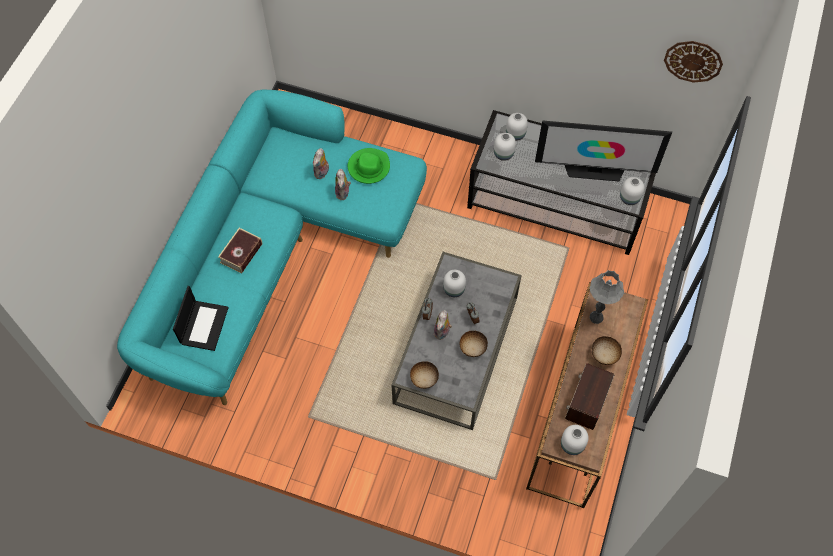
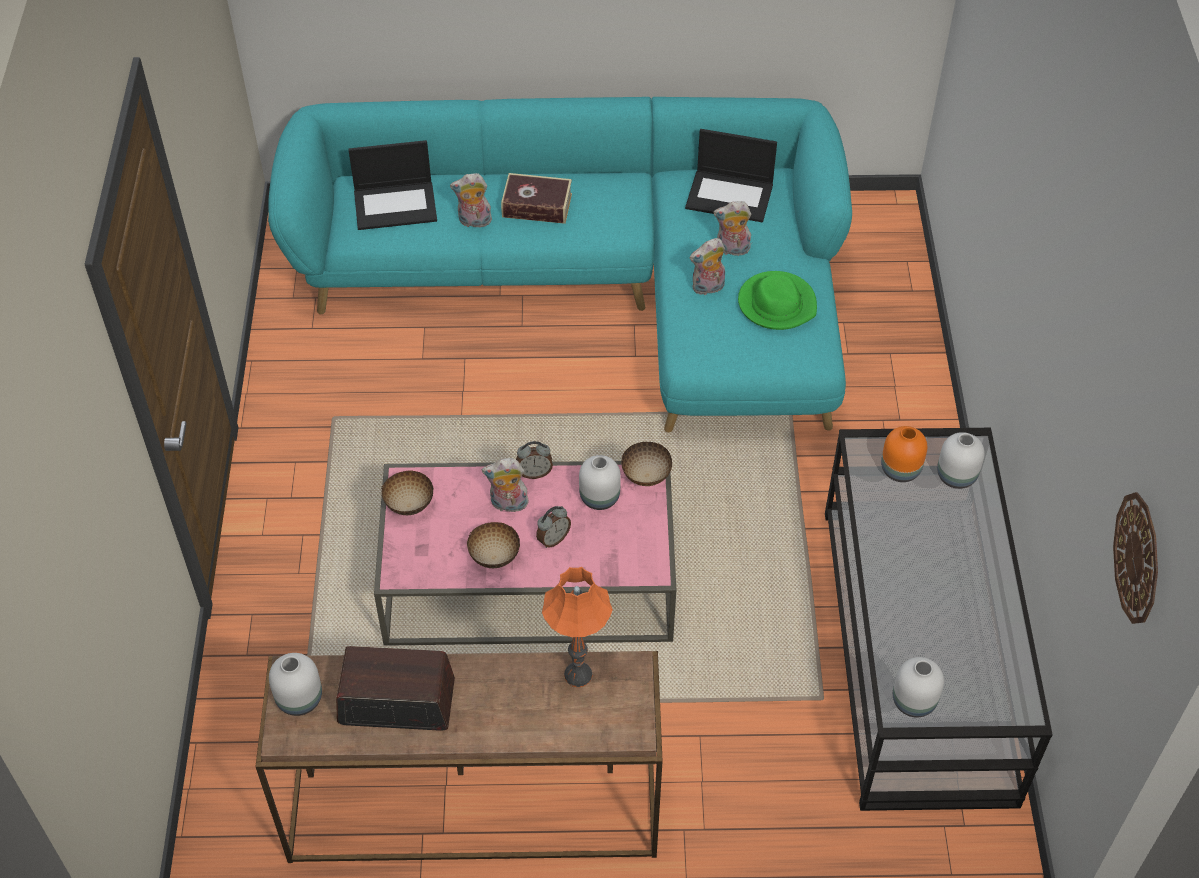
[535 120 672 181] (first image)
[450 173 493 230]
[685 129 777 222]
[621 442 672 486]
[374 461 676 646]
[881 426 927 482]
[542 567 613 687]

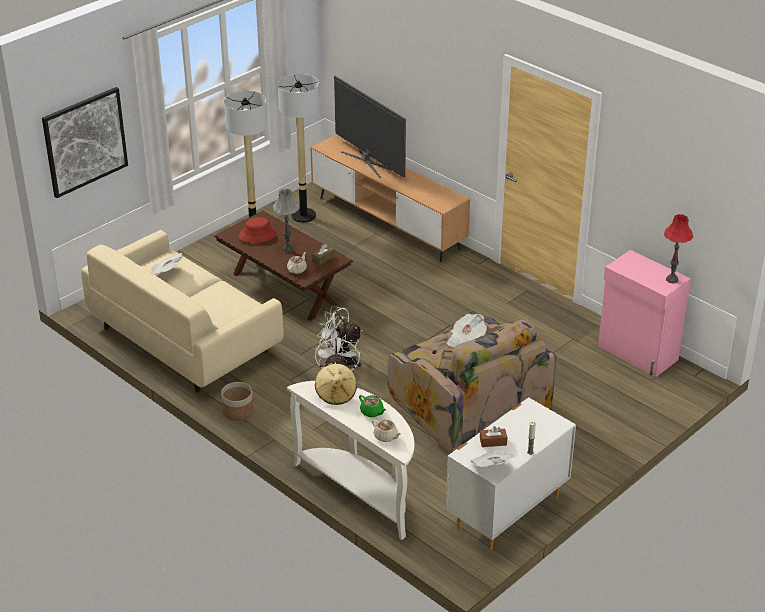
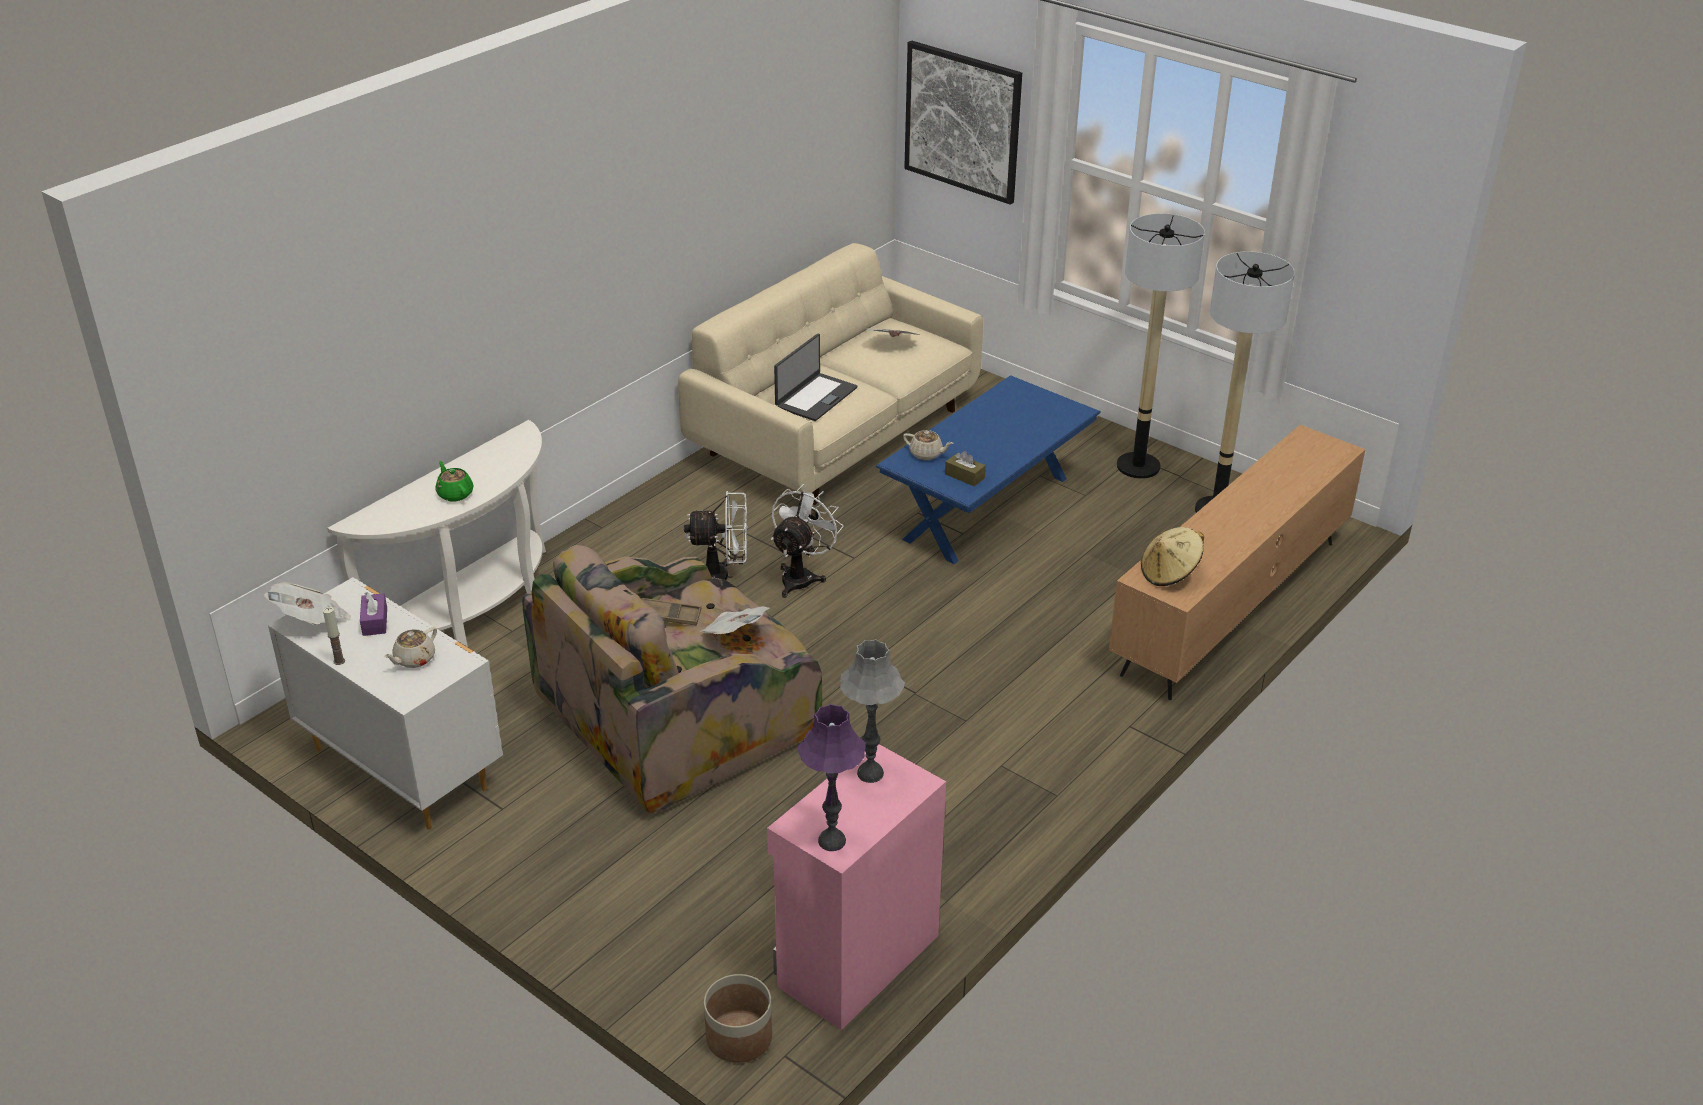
[238 217 277 243] (first image)
[334 75 406 178] (first image)
[774 334 857 421]
[704 974 772 1063]
[840 639 905 783]
[1141 527 1204 586]
[384 627 437 668]
[876 375 1101 564]
[360 592 387 636]
[797 704 865 851]
[435 461 474 501]

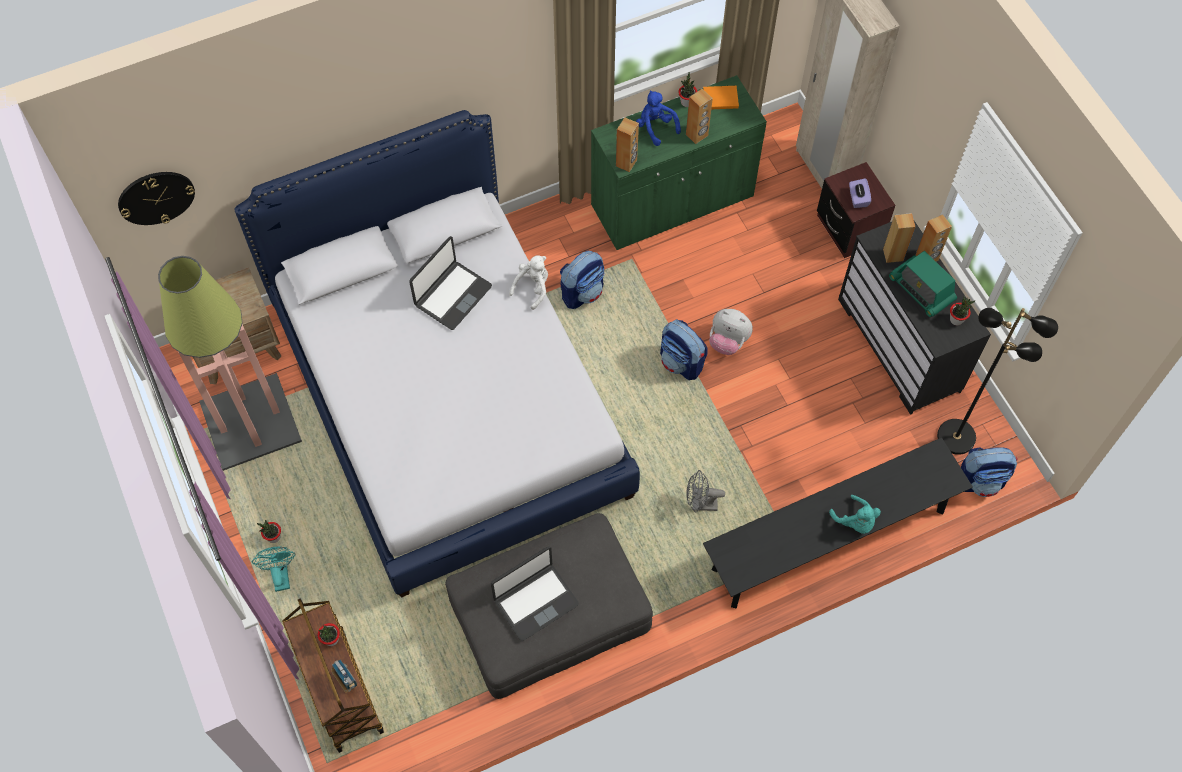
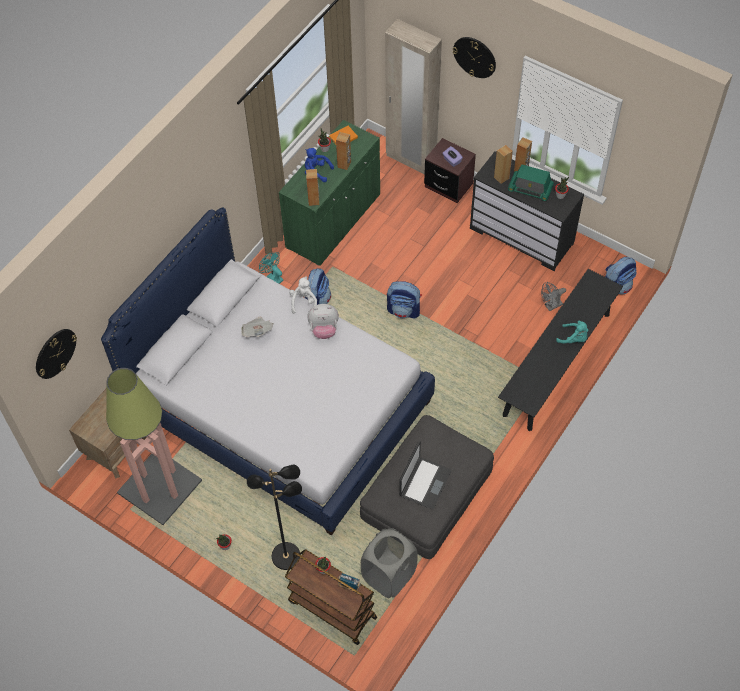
[361 528 418 598]
[453 37 496 78]
[259 252 284 284]
[541 282 566 311]
[307 304 339 339]
[247 465 302 570]
[241 317 273 337]

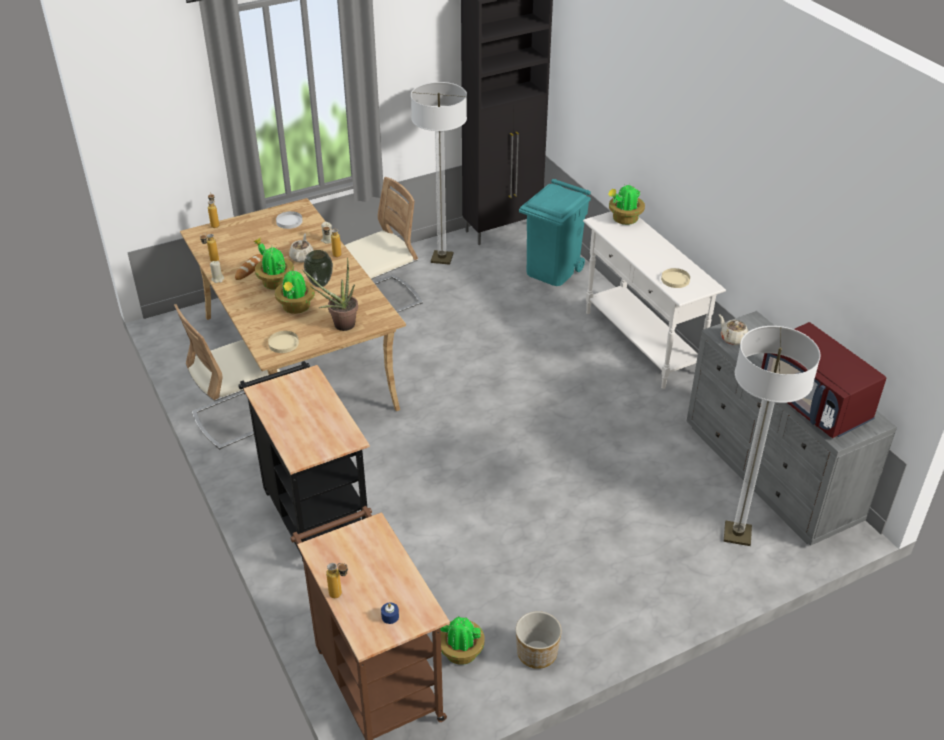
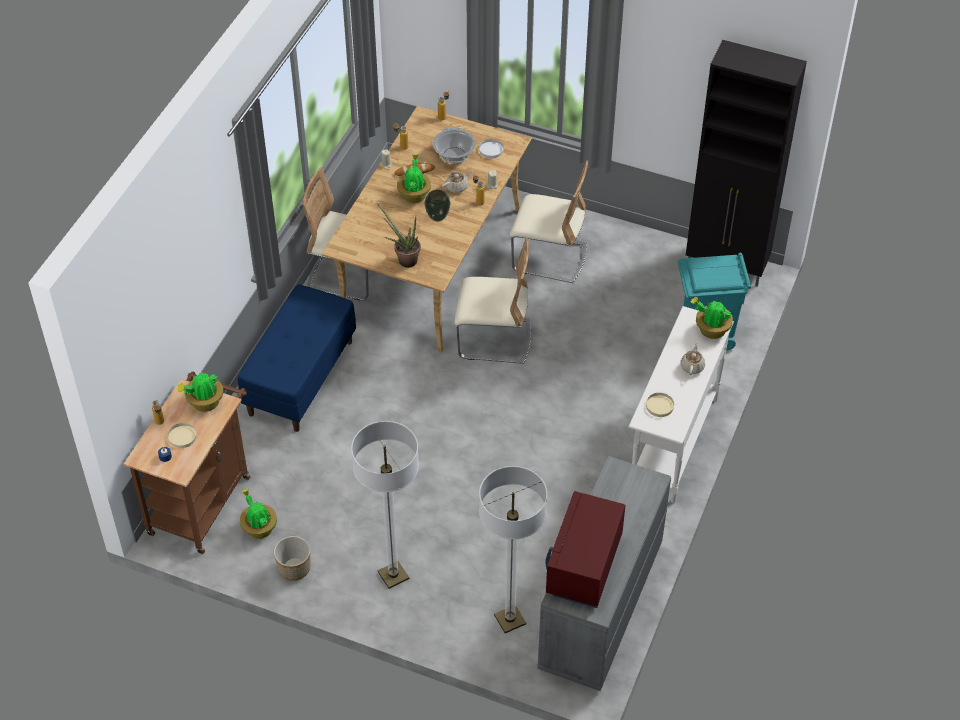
[433 128 476 163]
[454 238 531 364]
[168 423 197 448]
[177 373 223 412]
[351 421 419 589]
[680 342 705 375]
[238 284 356 432]

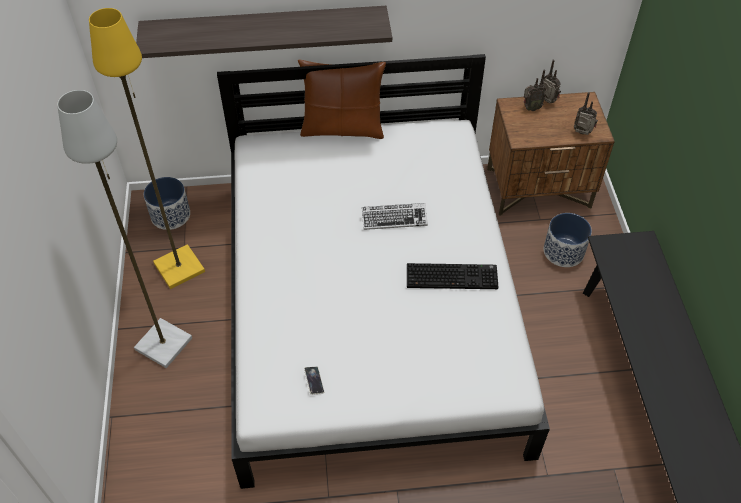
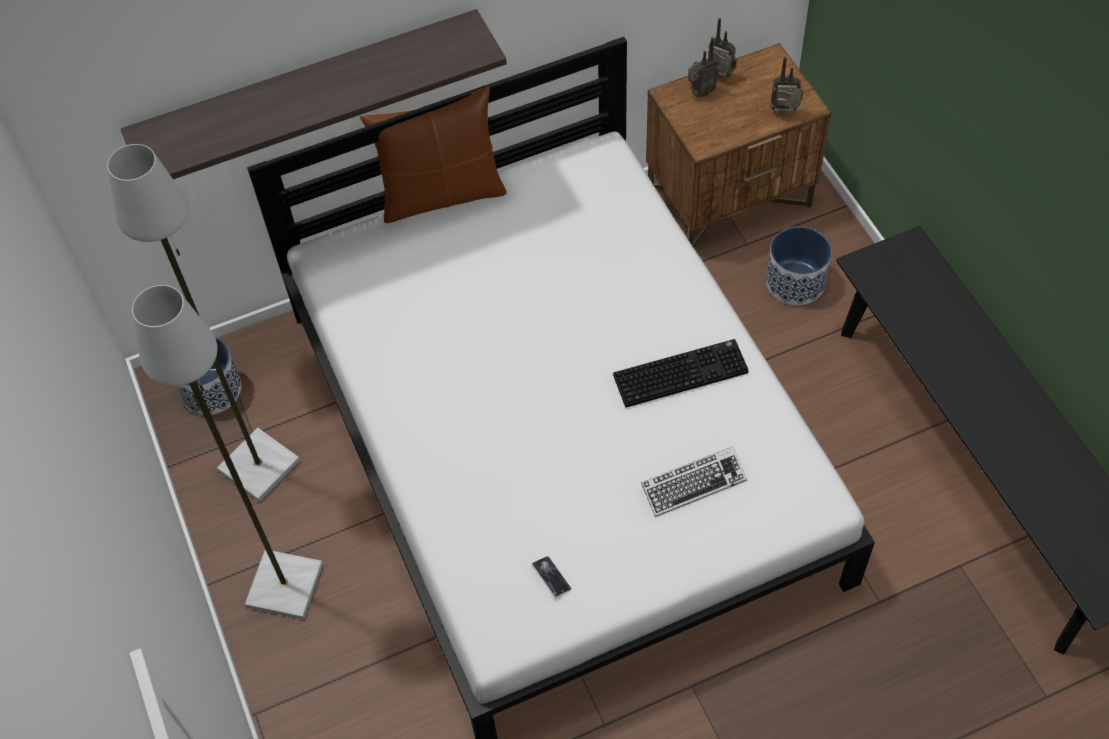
[641 446 747 517]
[107 144 300 502]

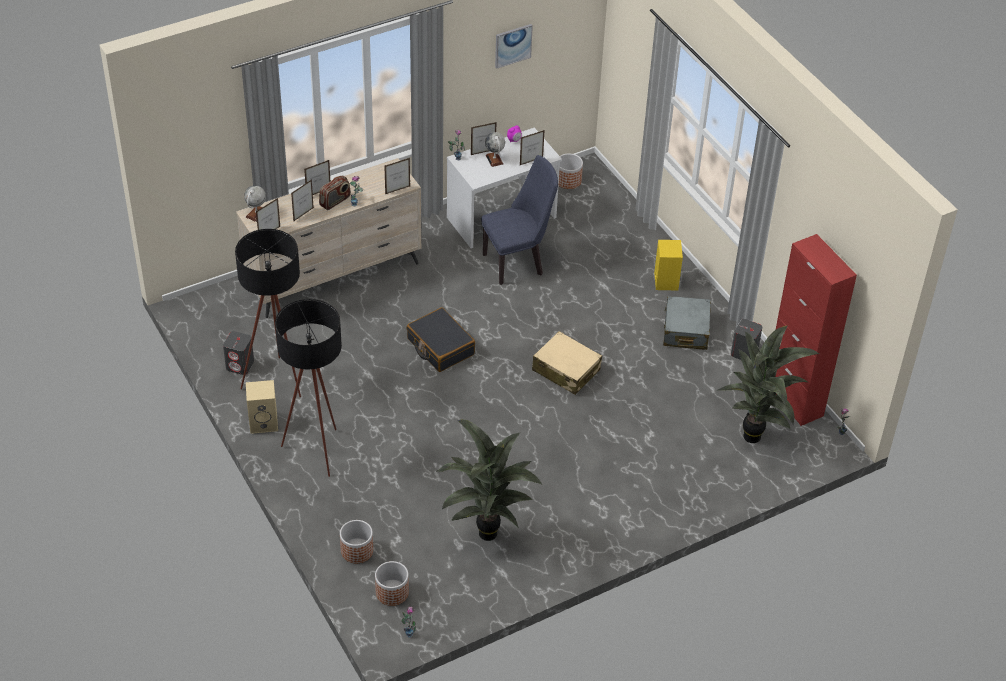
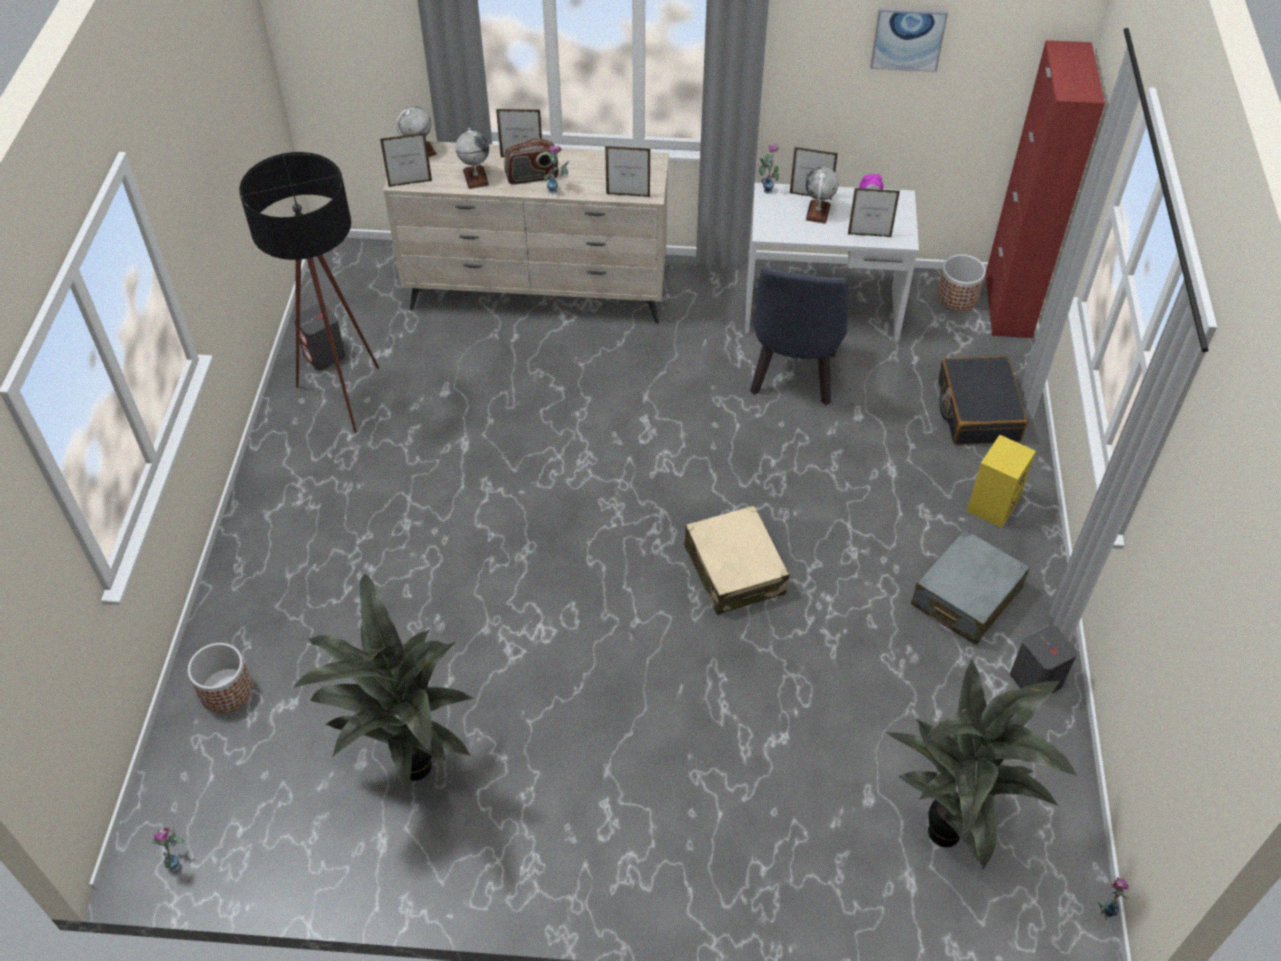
[246 380 278 434] (first image)
[275 299 342 477] (first image)
[375 561 409 606] (first image)
[938 356 1027 445]
[985 40 1105 338]
[456 128 489 189]
[750 267 848 405]

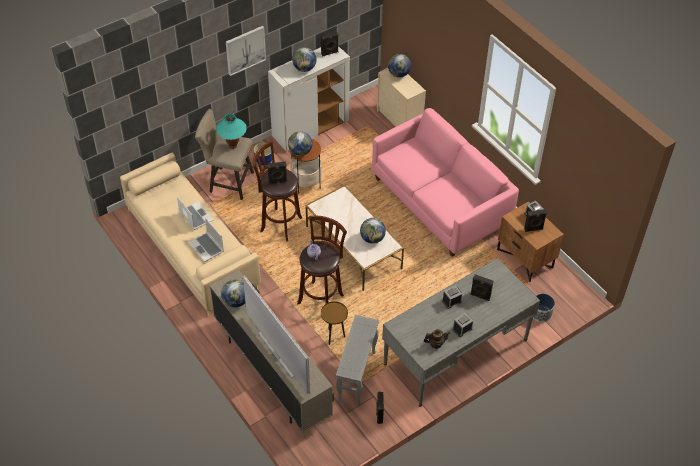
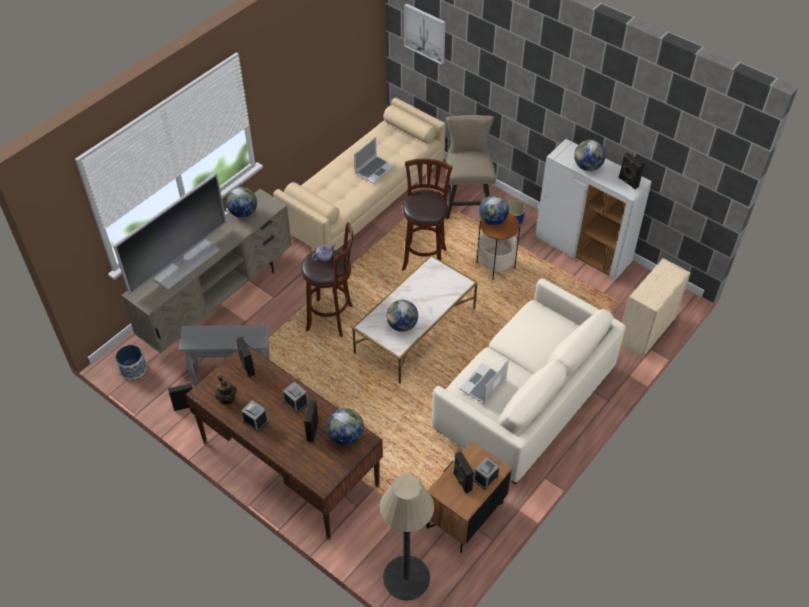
[216 114 246 149] (first image)
[321 301 348 345] (first image)
[380 474 434 601]
[460 360 509 404]
[404 3 446 65]
[236 336 255 377]
[327 408 364 445]
[115 345 147 380]
[432 278 626 485]
[186 344 383 540]

